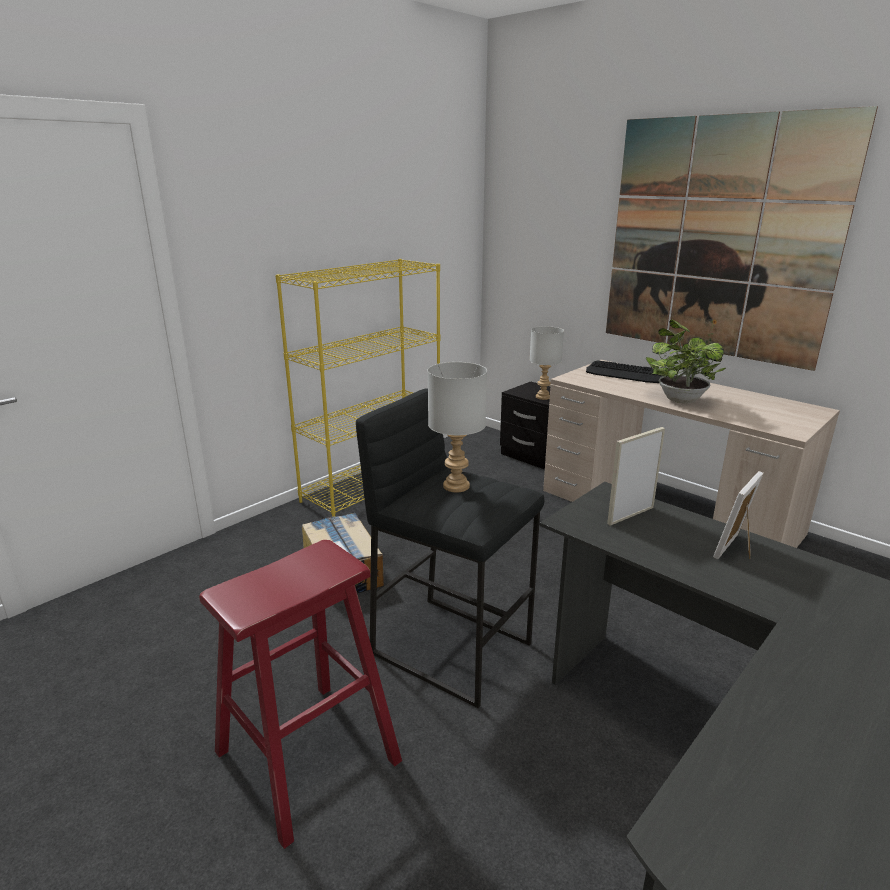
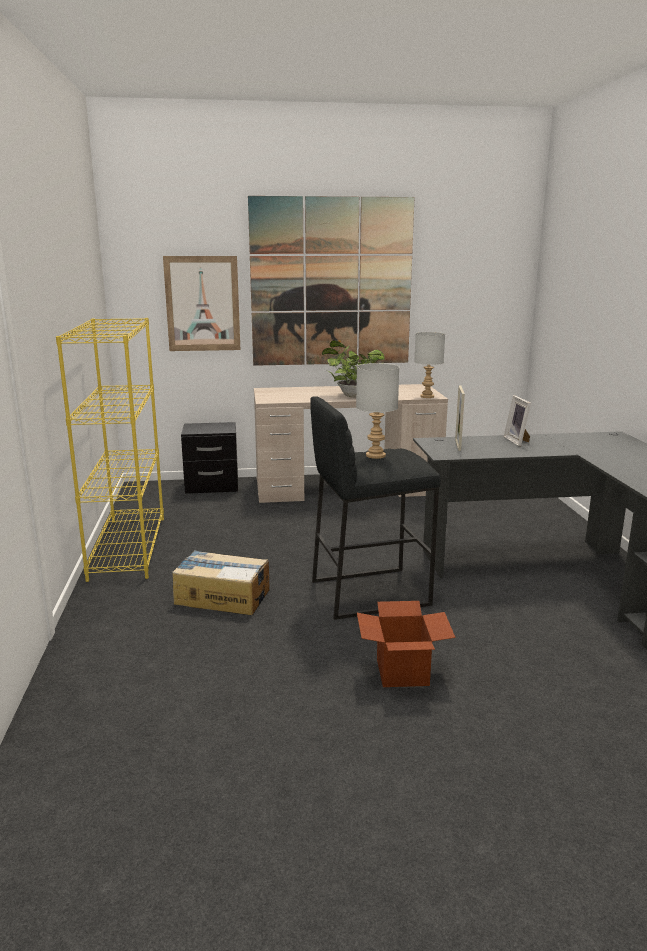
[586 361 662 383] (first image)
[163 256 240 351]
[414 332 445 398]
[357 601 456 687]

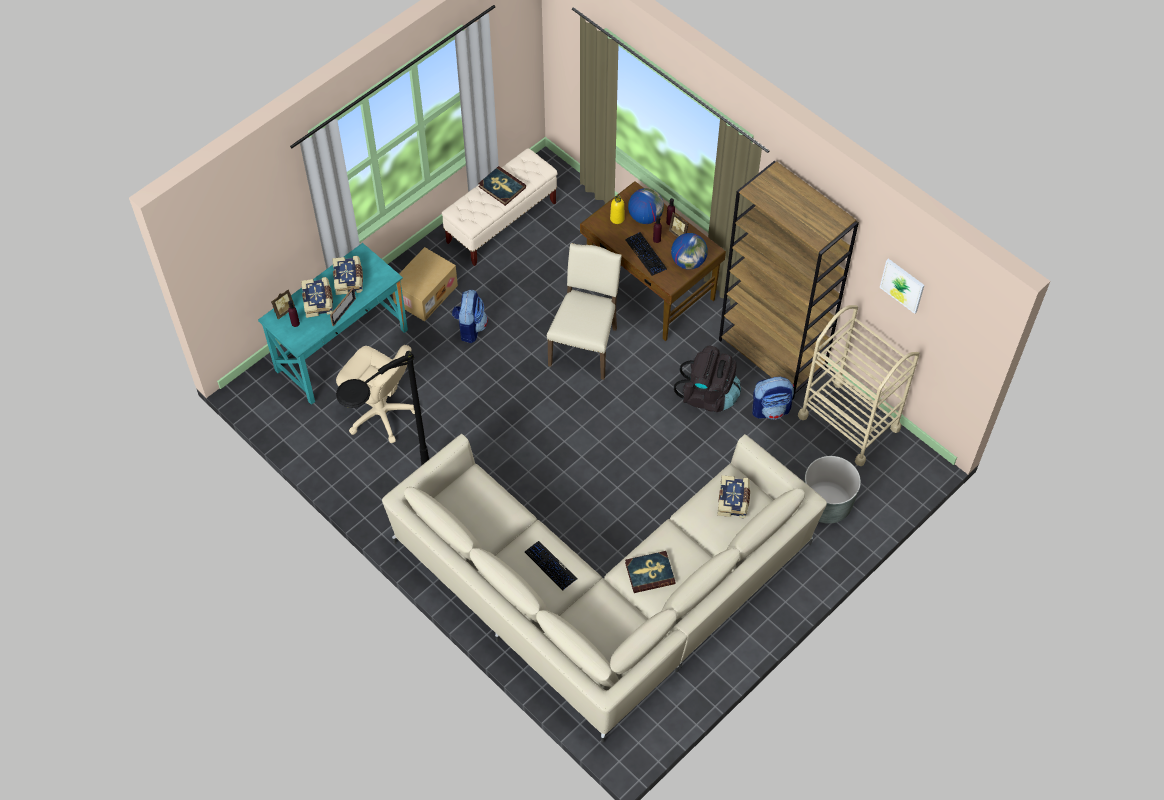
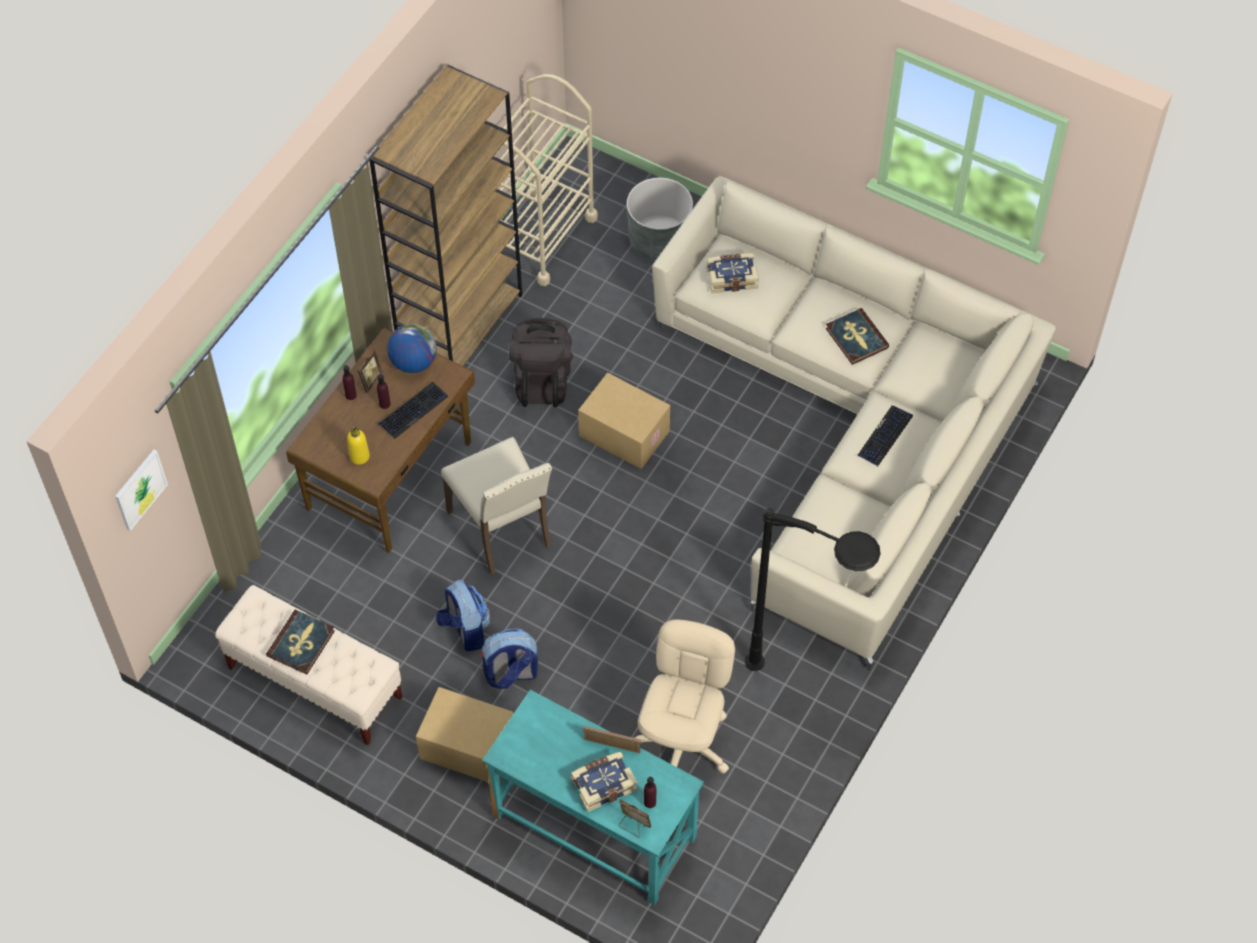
[332 256 363 295] (first image)
[628 188 664 224] (first image)
[578 373 670 469]
[436 580 490 651]
[115 449 168 531]
[441 437 552 575]

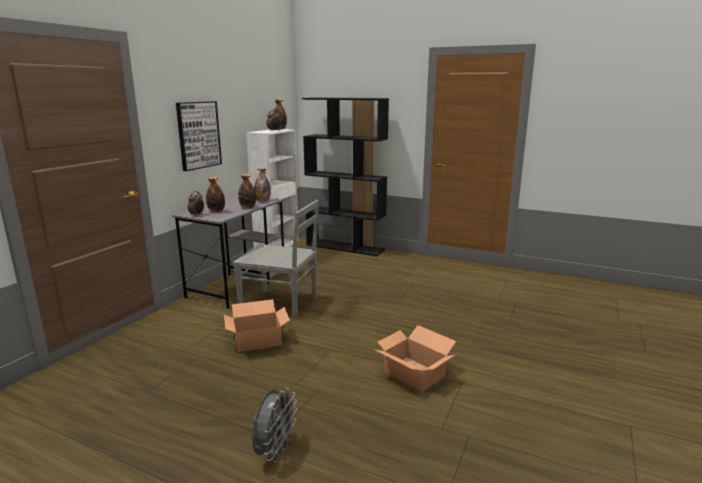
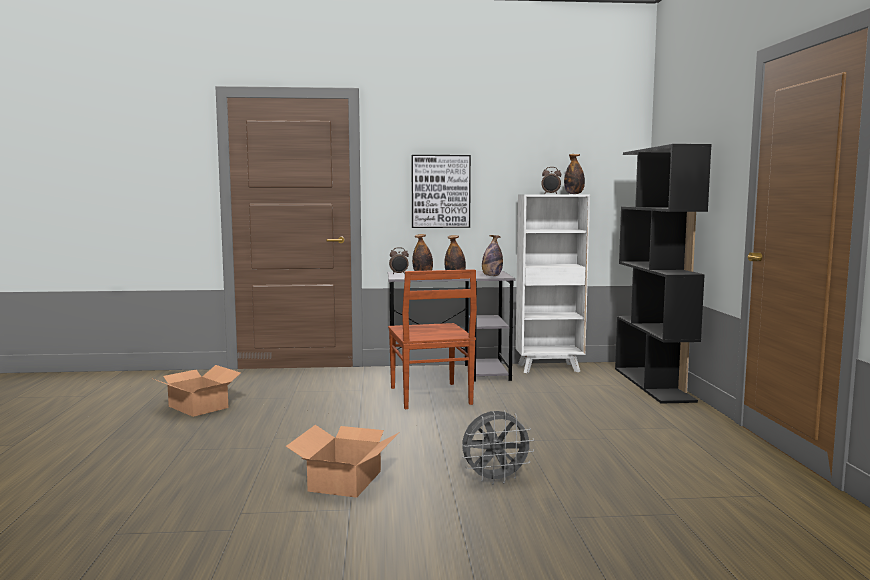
[151 365 241 417]
[462 411 534 485]
[388 269 477 409]

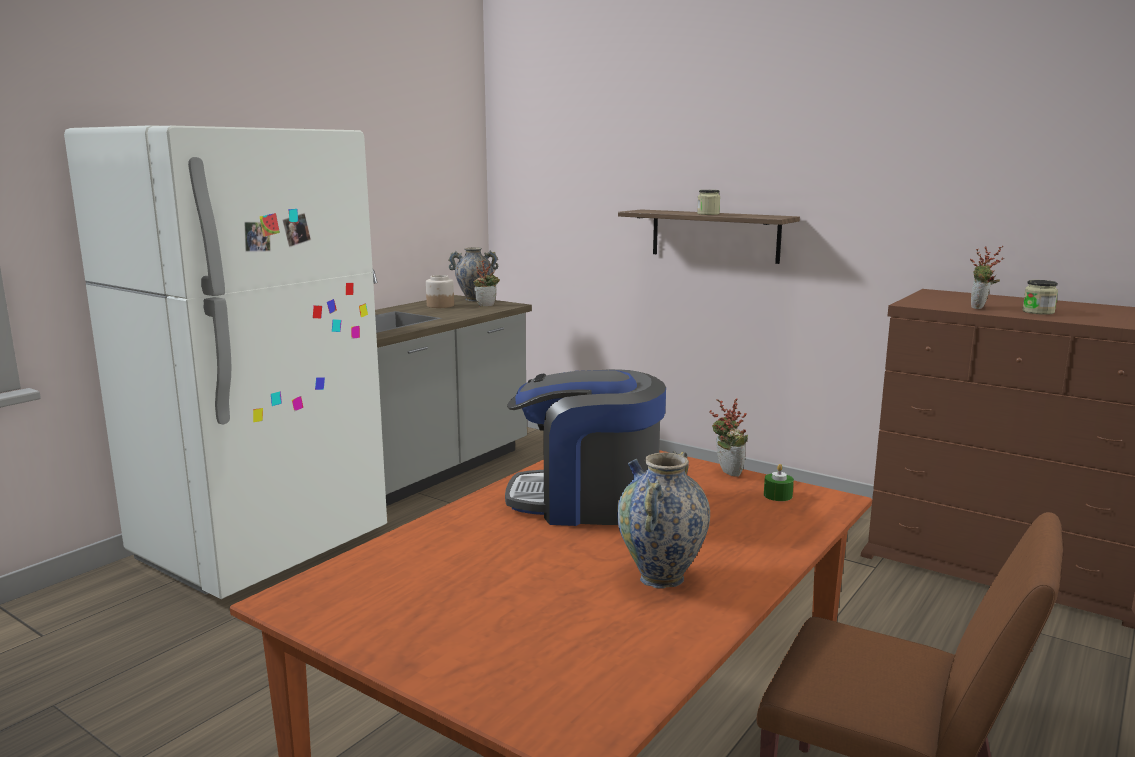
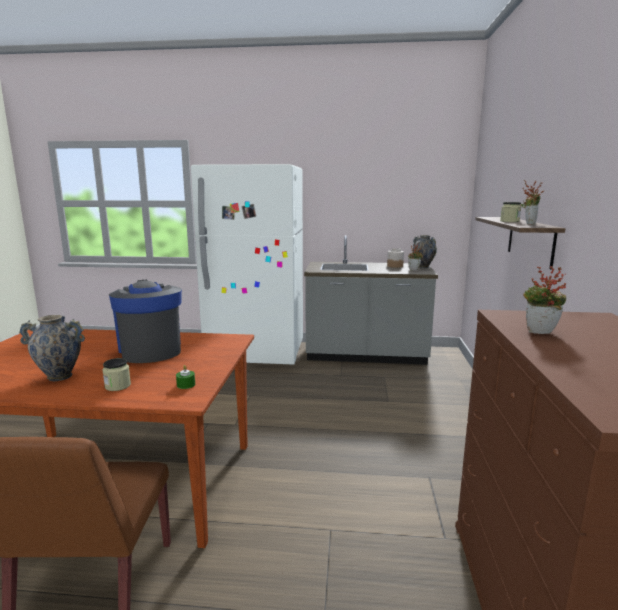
[520 180 544 225]
[102 358 131 391]

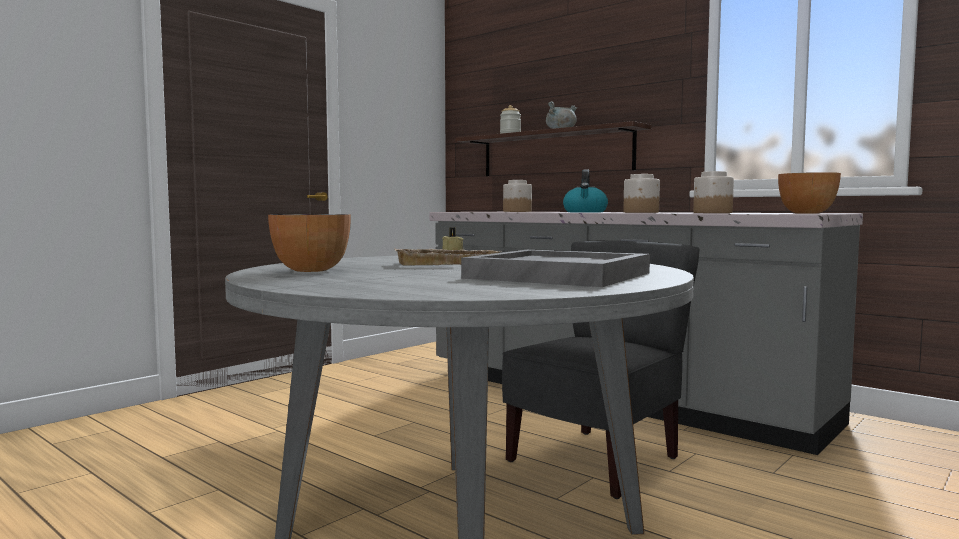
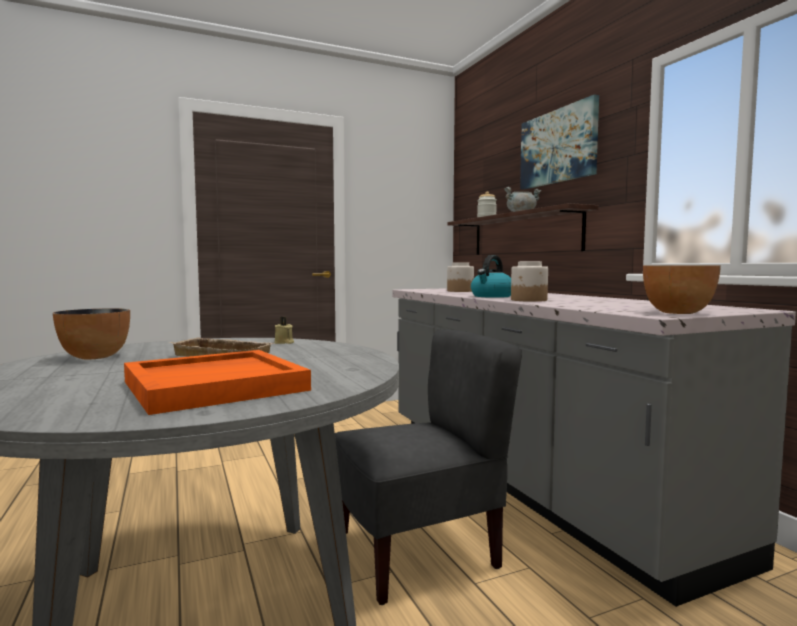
[693 171 734 213] (first image)
[520 94 599 190]
[124 350 311 415]

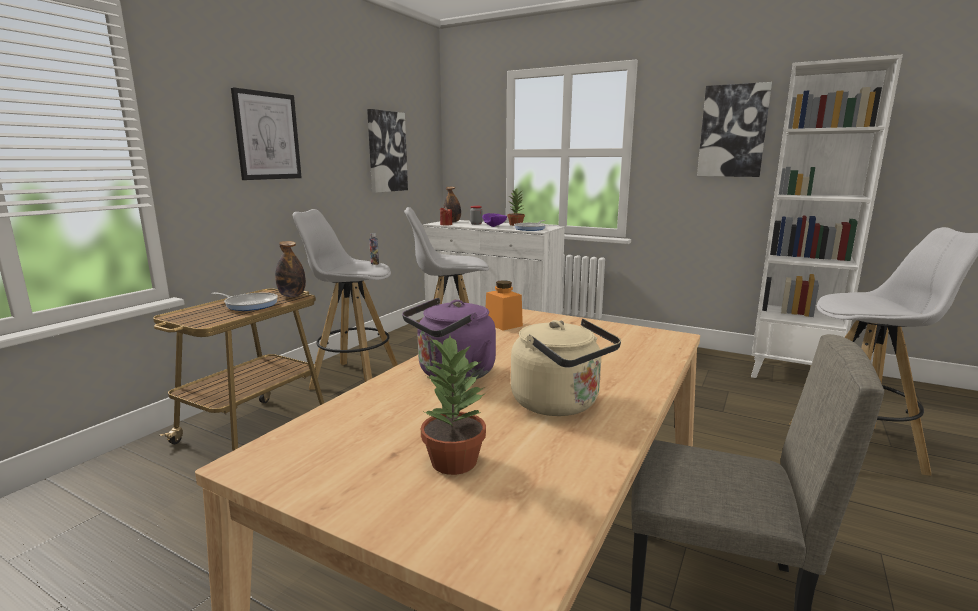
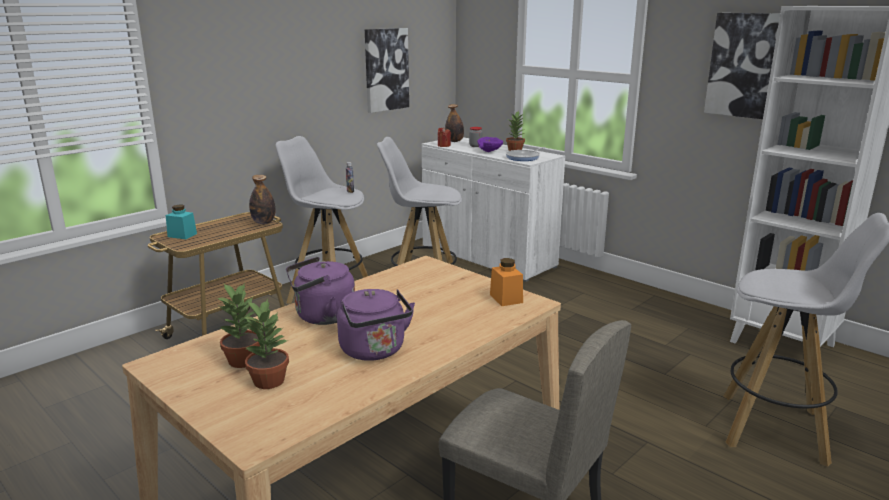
[212 292 278 311] (first image)
[231 87 302 180] (first image)
[166 205 197 239]
[217 283 260 368]
[490 258 523 306]
[337 289 415 361]

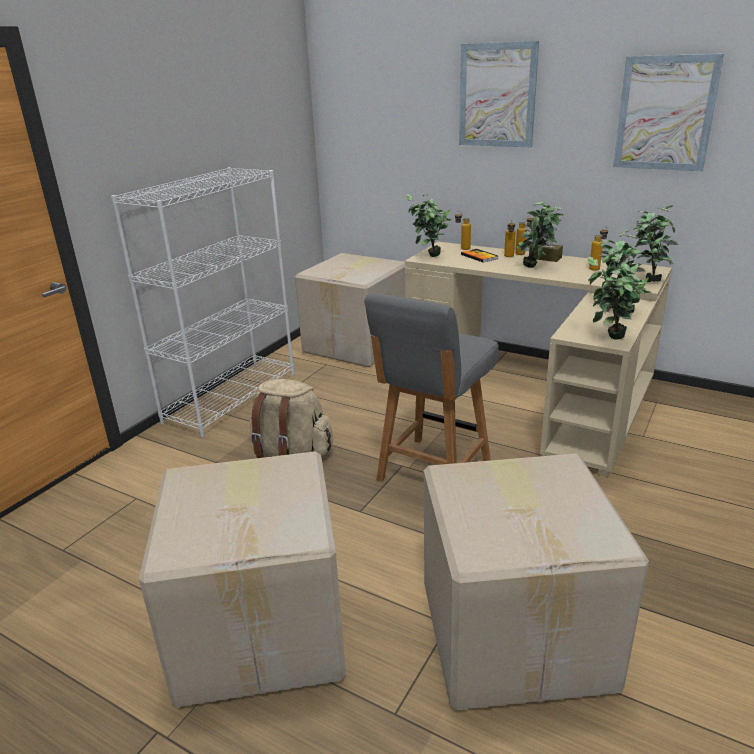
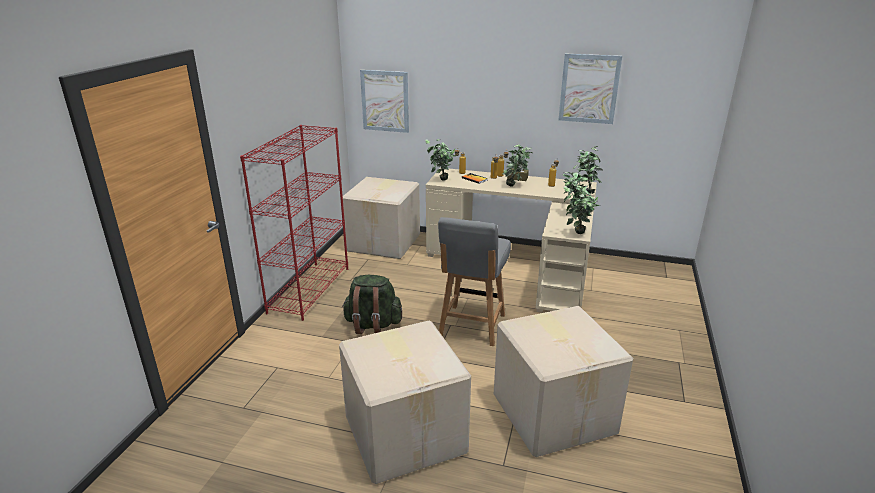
[360 70 409 133]
[240 125 348 321]
[342 275 402 334]

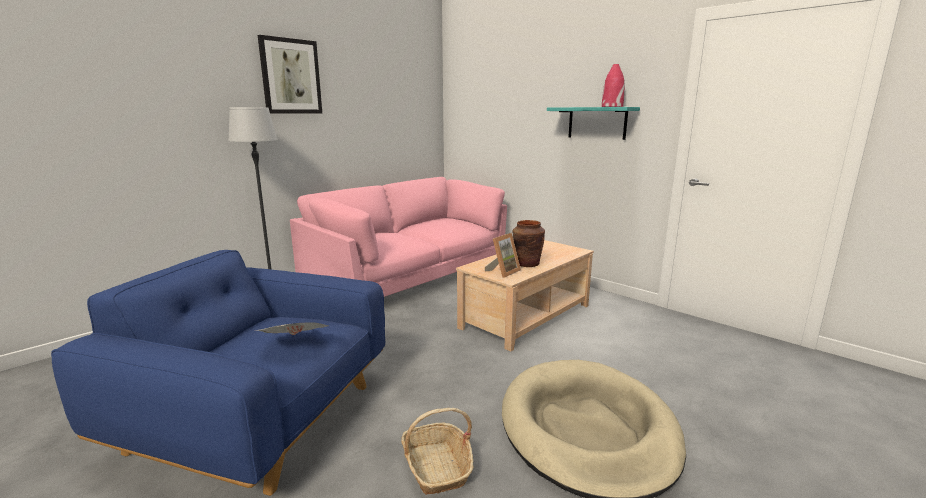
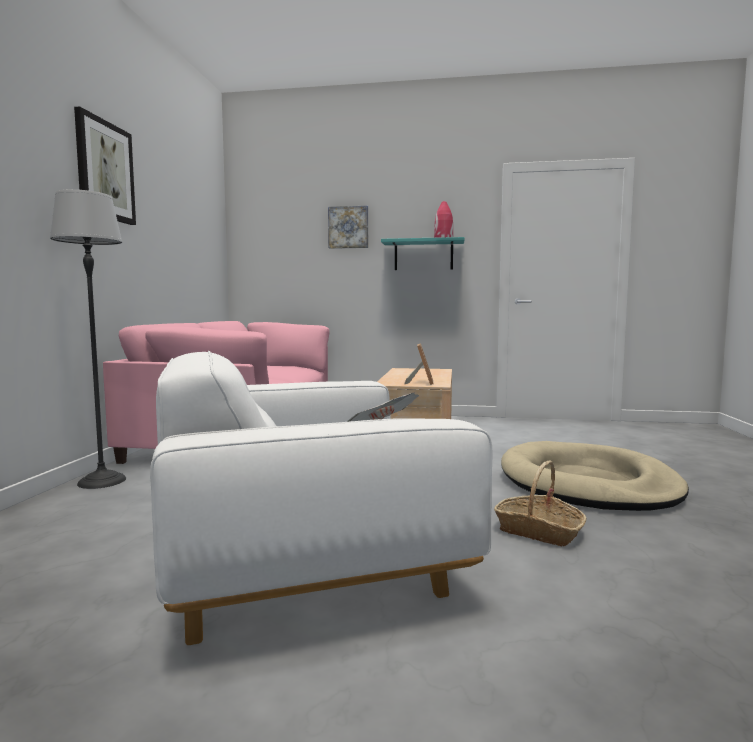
[513 220 545 267] (first image)
[328 206 368 249]
[150 351 492 645]

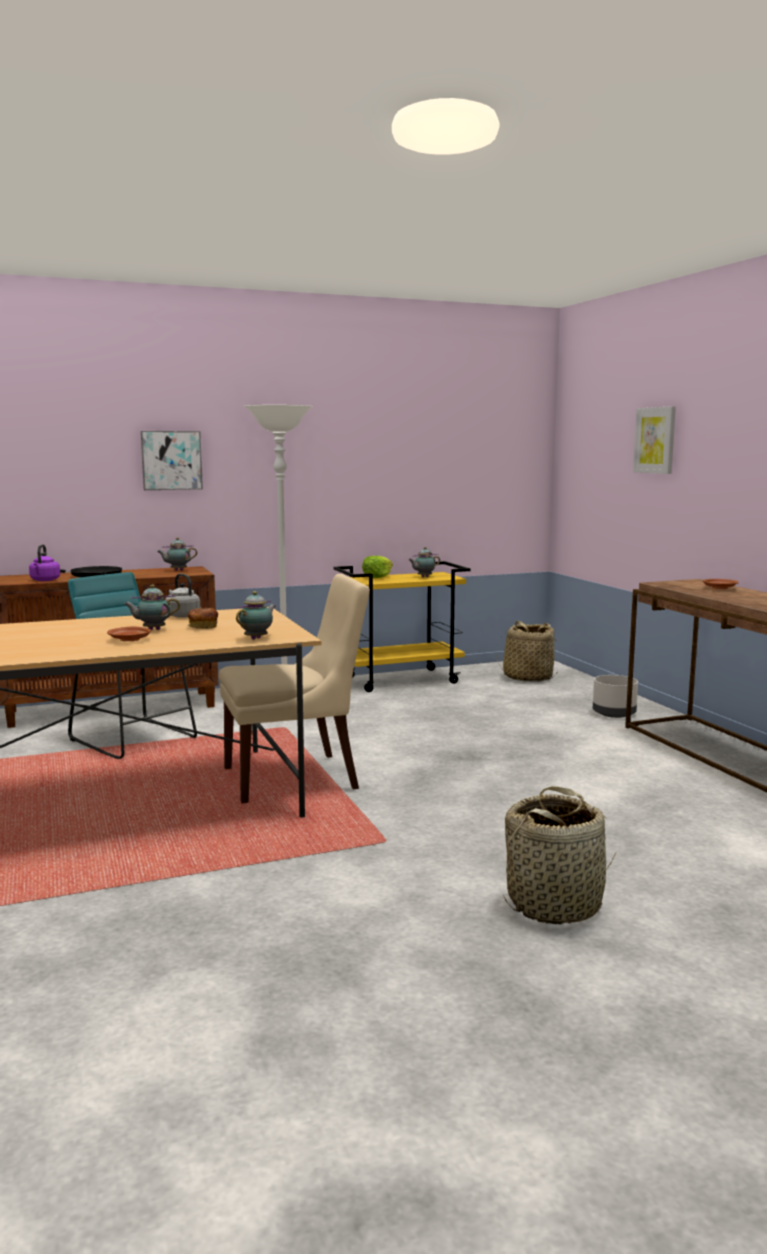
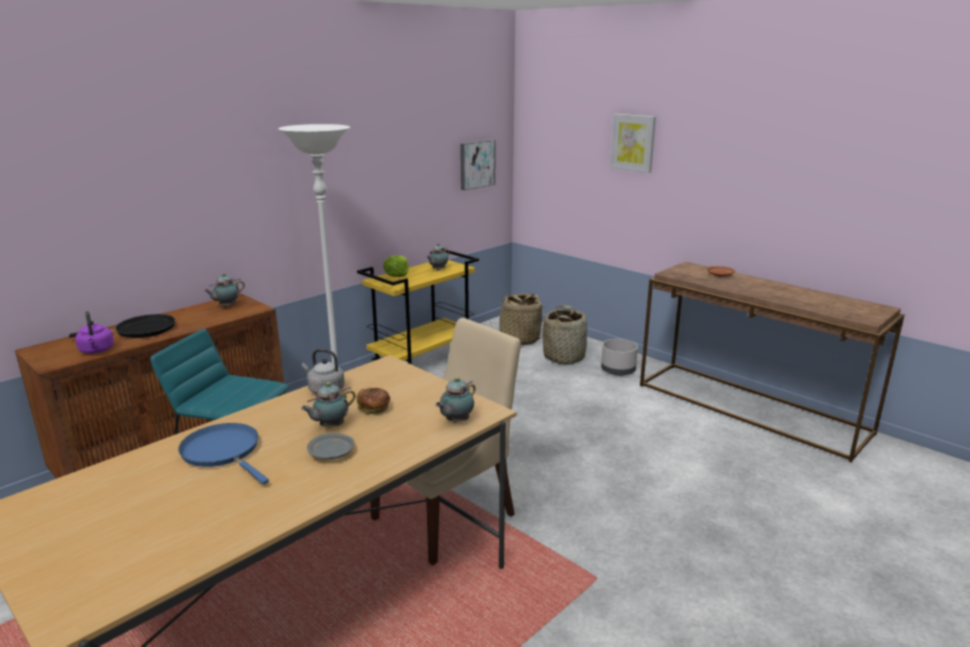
[178 423 269 484]
[460 140 496 190]
[542 305 587 364]
[307 433 355 459]
[436 377 476 423]

